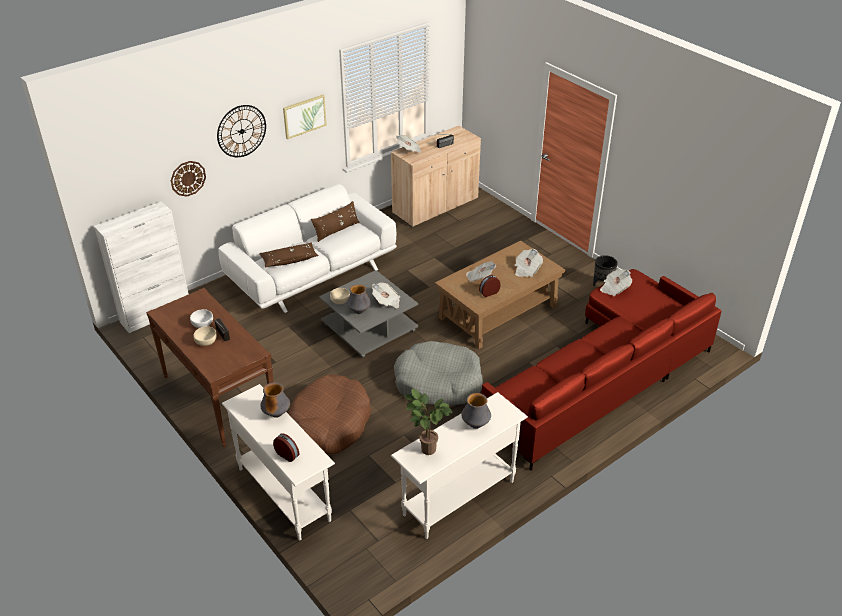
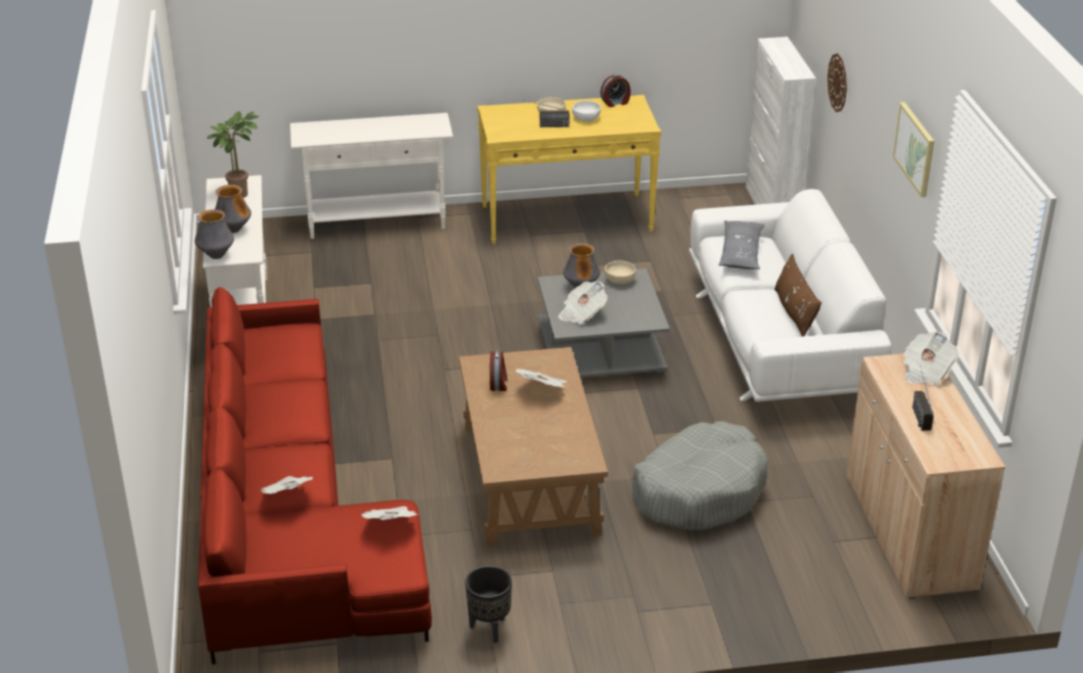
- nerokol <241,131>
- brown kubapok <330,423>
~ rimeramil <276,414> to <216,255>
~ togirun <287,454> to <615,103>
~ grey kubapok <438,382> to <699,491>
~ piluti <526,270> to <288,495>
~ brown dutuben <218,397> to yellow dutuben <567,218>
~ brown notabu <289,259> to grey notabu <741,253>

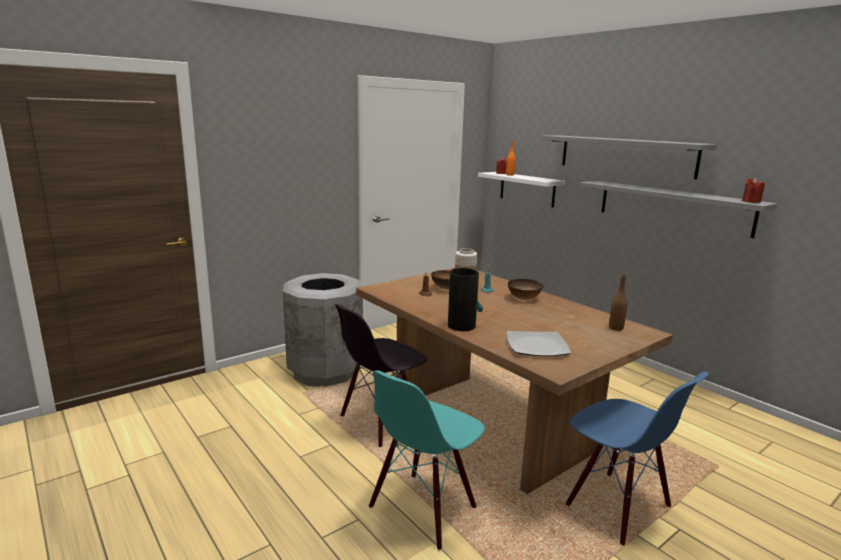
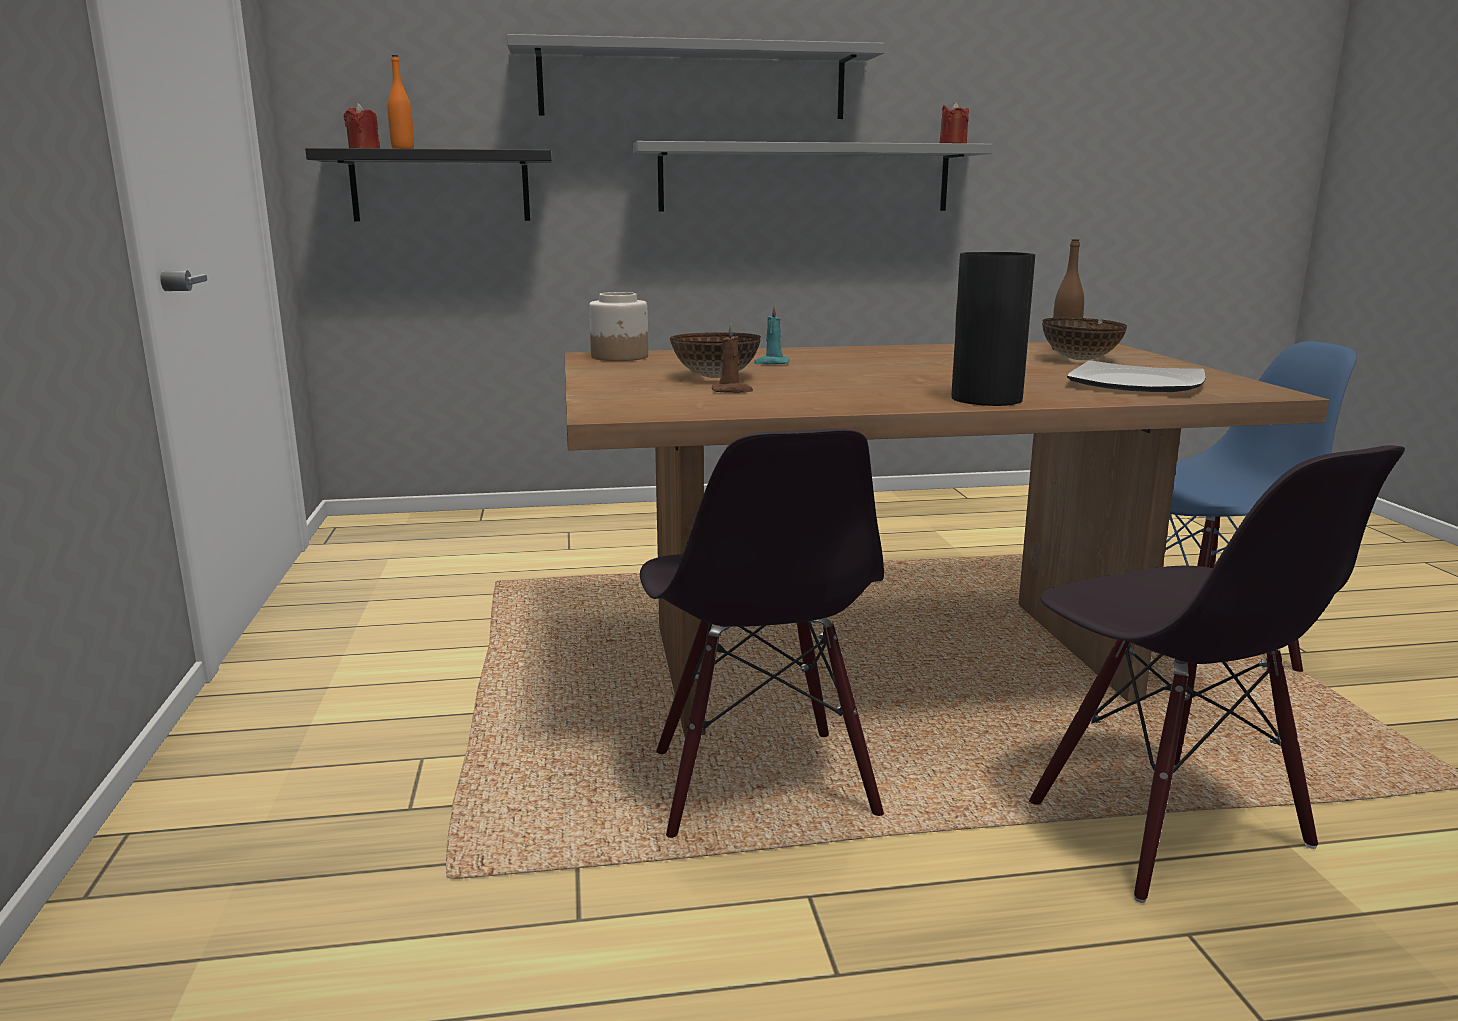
- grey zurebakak <325,372>
~ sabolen <523,299> to <1081,360>
~ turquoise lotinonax <423,509> to black lotinonax <1165,826>
~ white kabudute <527,189> to black kabudute <440,186>

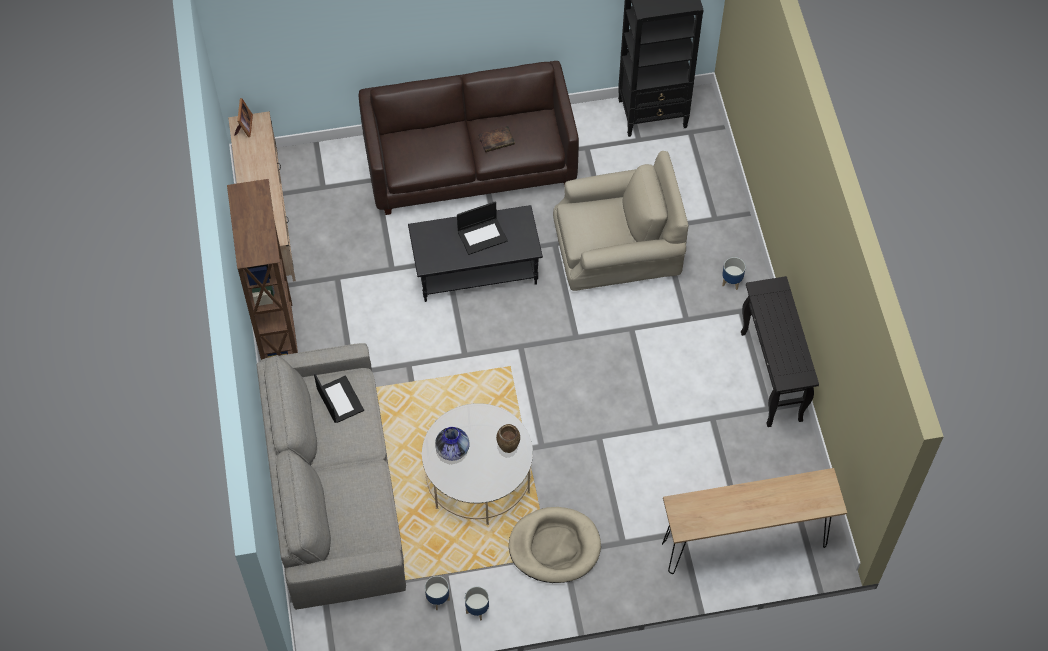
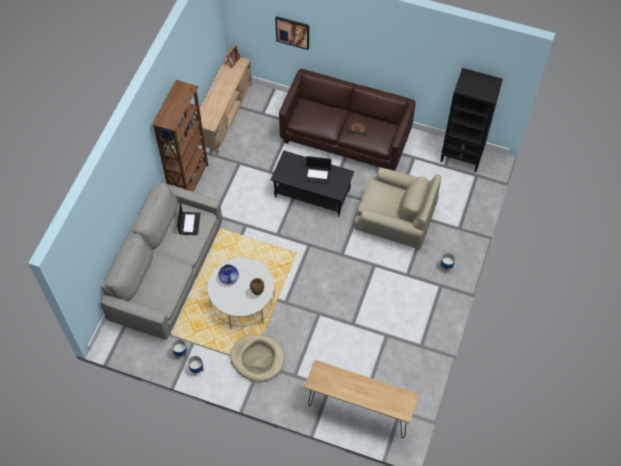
- black dutuben <771,377>
+ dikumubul <292,32>

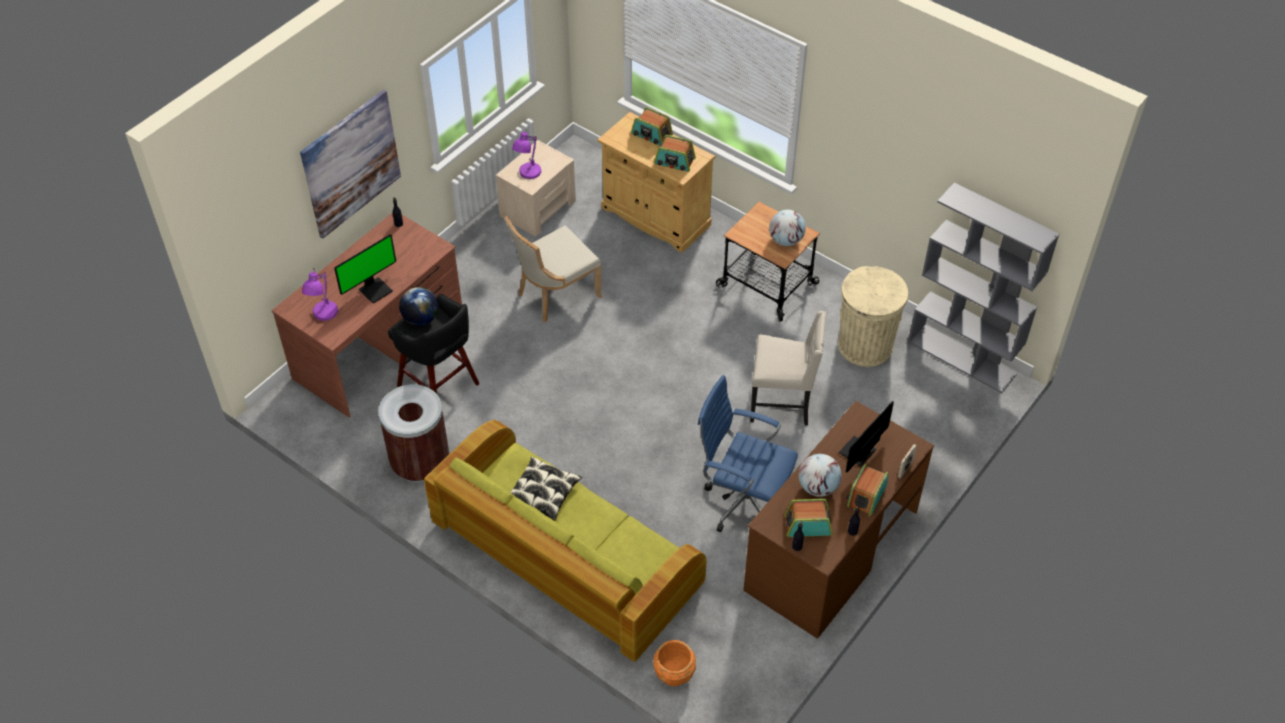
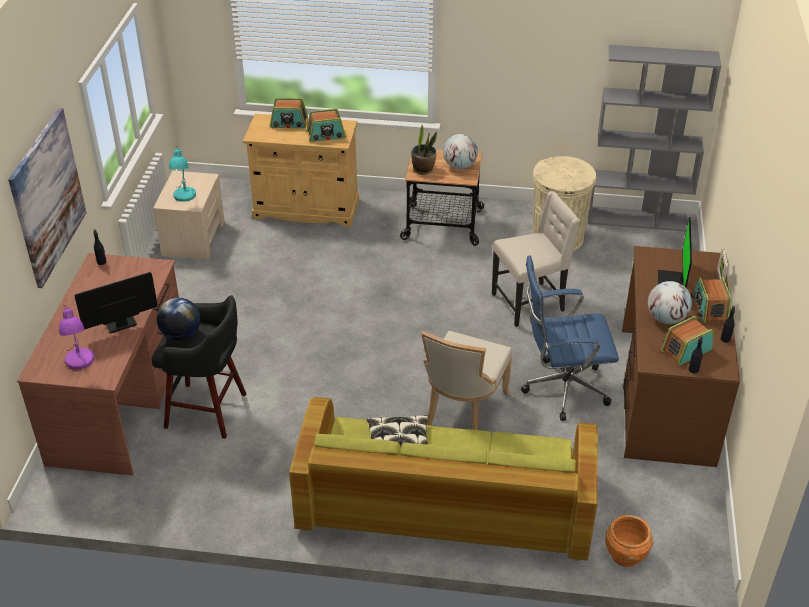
- brown zurebakak <421,463>
+ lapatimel <423,169>
~ beige lotinonax <555,295> to <463,410>
~ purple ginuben <528,173> to turquoise ginuben <184,197>
~ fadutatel <375,289> = <119,322> 135 degrees counterclockwise

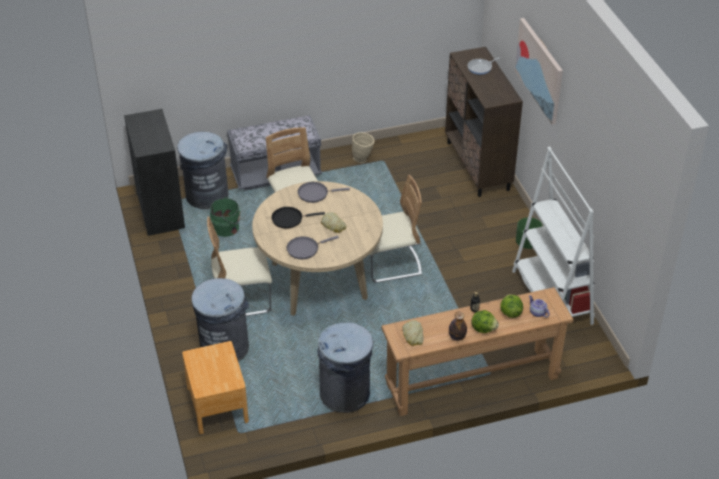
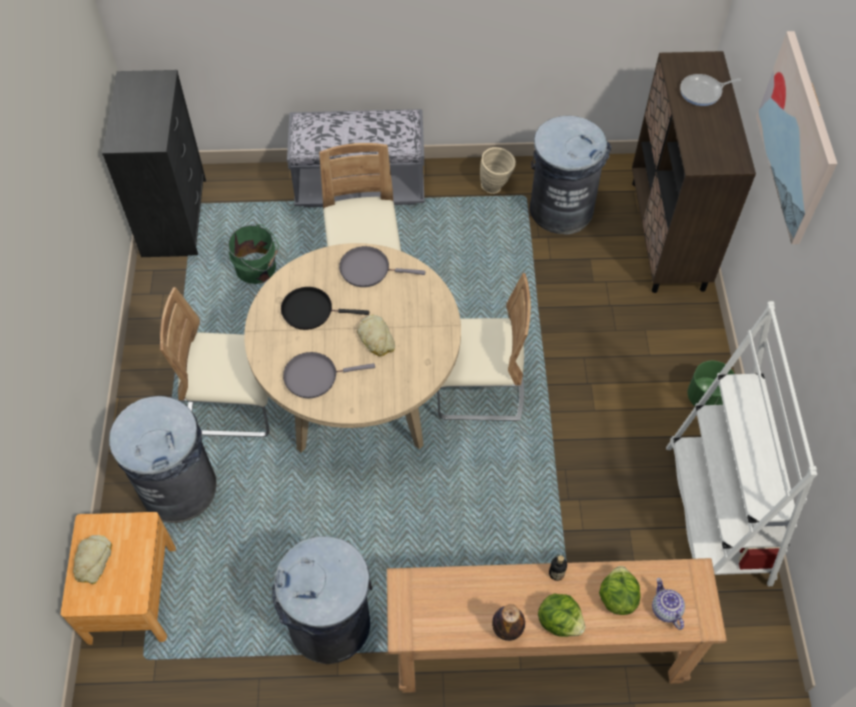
~ grey zurebakak <207,195> to <561,209>
~ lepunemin <413,335> to <92,561>

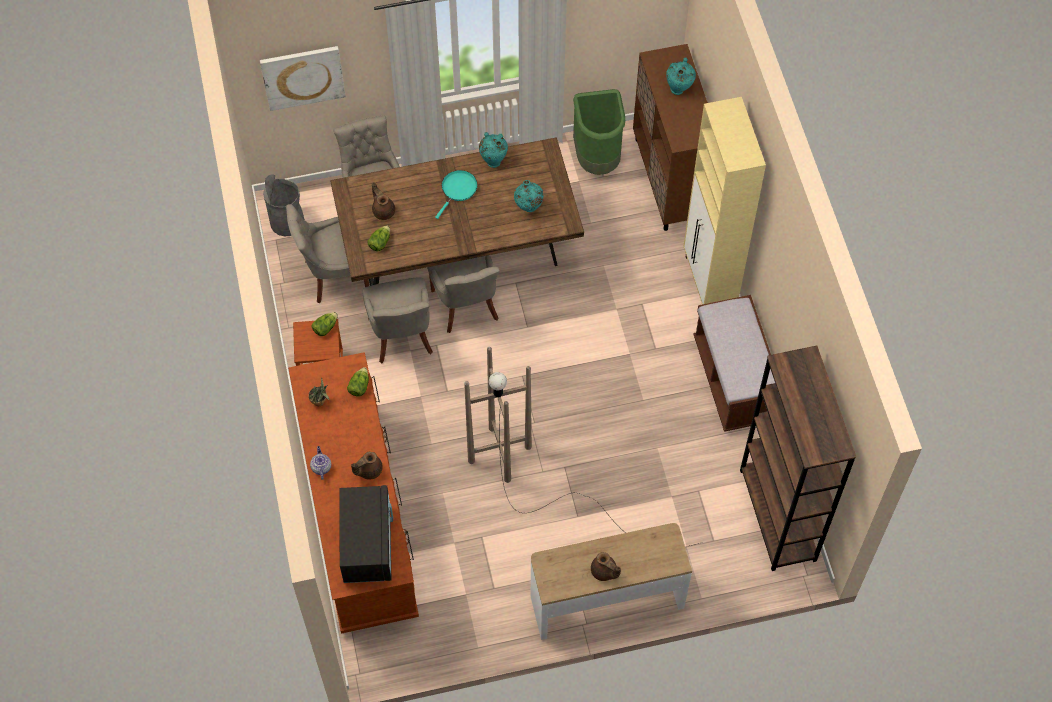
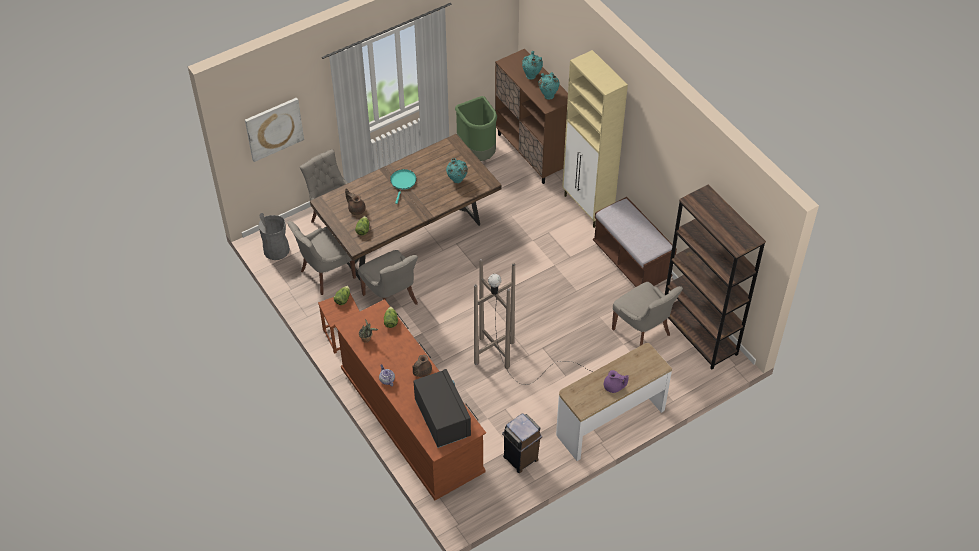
+ brown zurebakak <521,458>
~ grey lotinonax <466,306> to <642,332>
~ turquoise rimeramil <493,161> to <548,95>
~ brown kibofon <604,572> to purple kibofon <613,387>

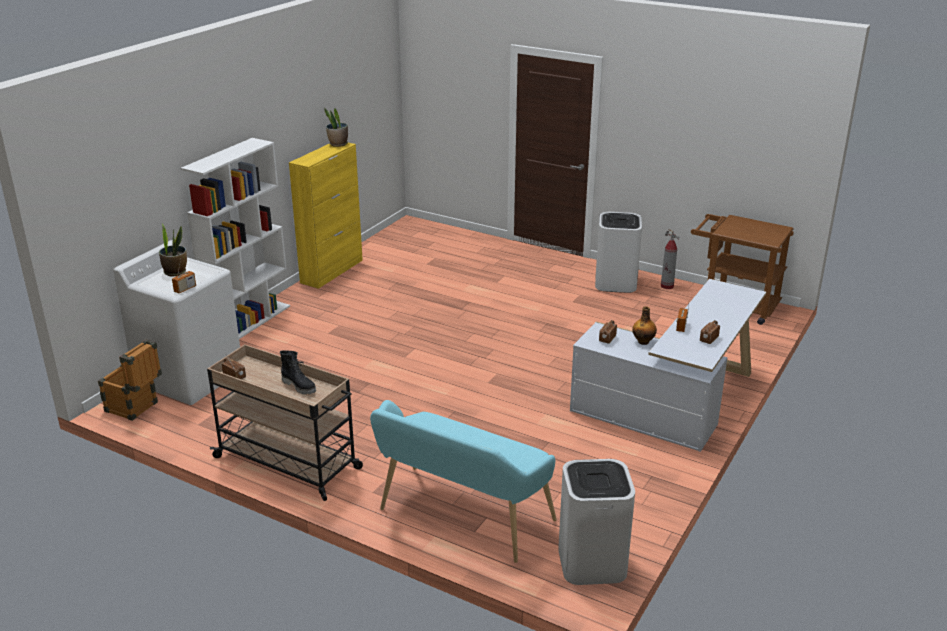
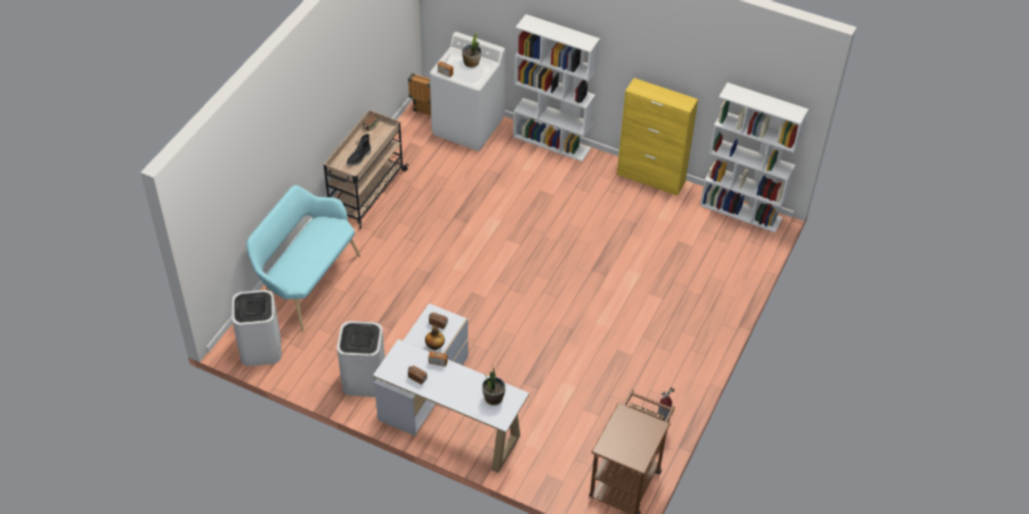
+ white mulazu <741,211>
~ lapatimel <338,144> to <493,398>
~ white zurebakak <615,283> to <364,379>

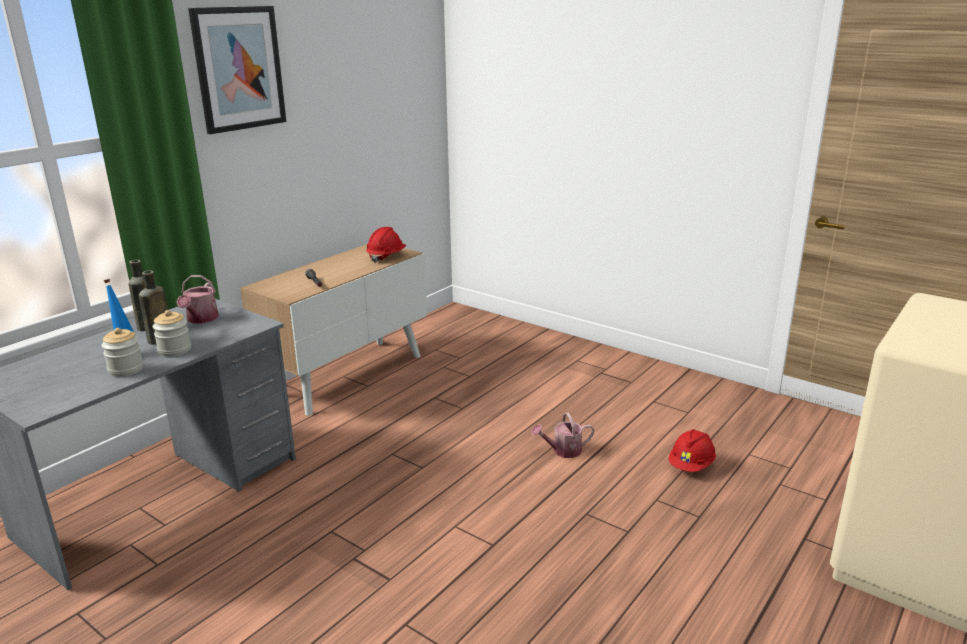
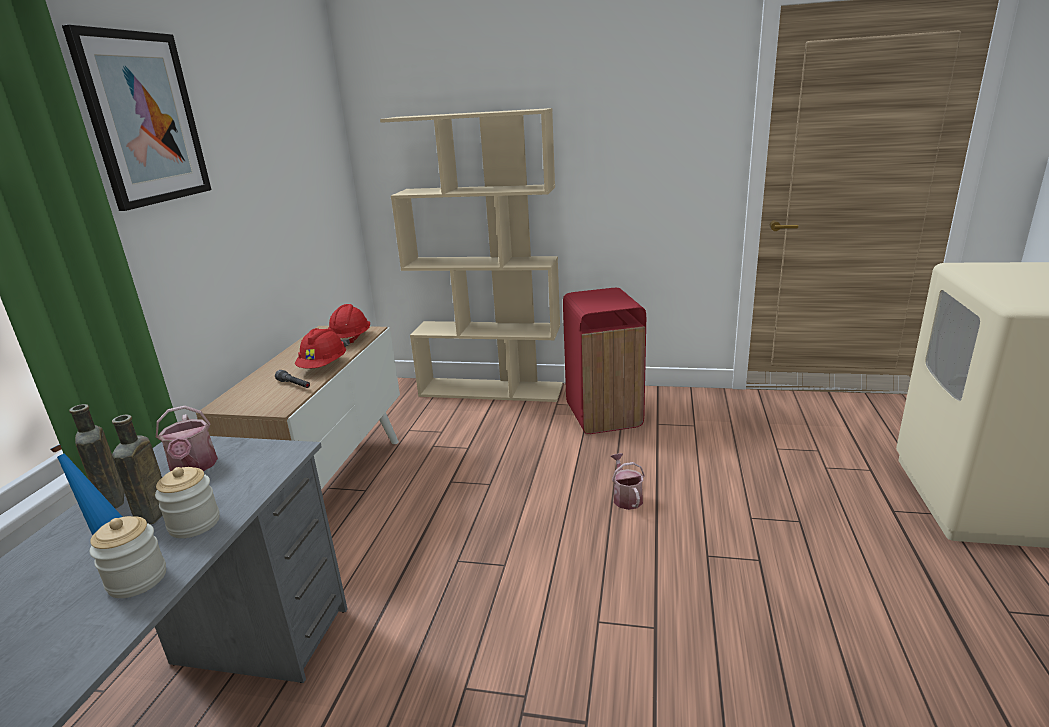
+ beige mulazu <491,390>
+ red zurebakak <604,415>
~ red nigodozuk <691,465> to <323,366>
~ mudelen <563,451> = <626,497> 120 degrees clockwise

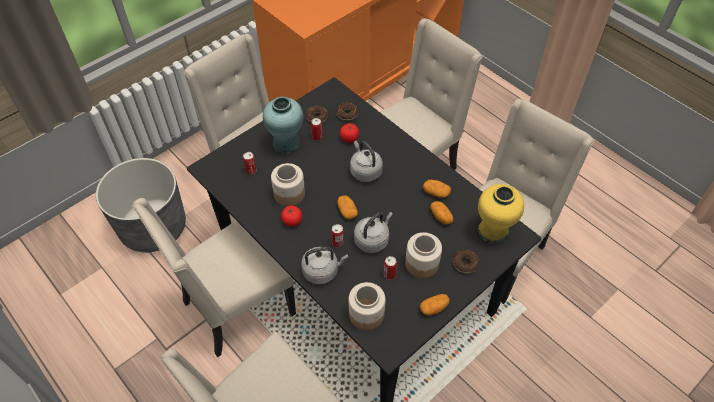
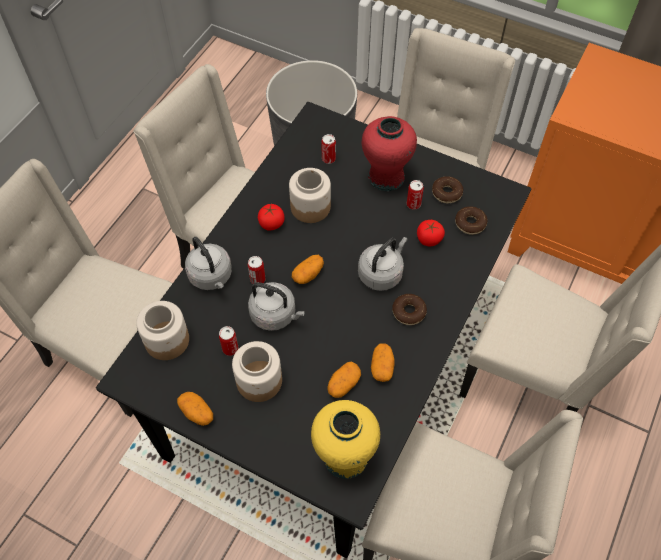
~ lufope <465,263> to <408,312>
~ turquoise rimeramil <286,144> to red rimeramil <386,177>

